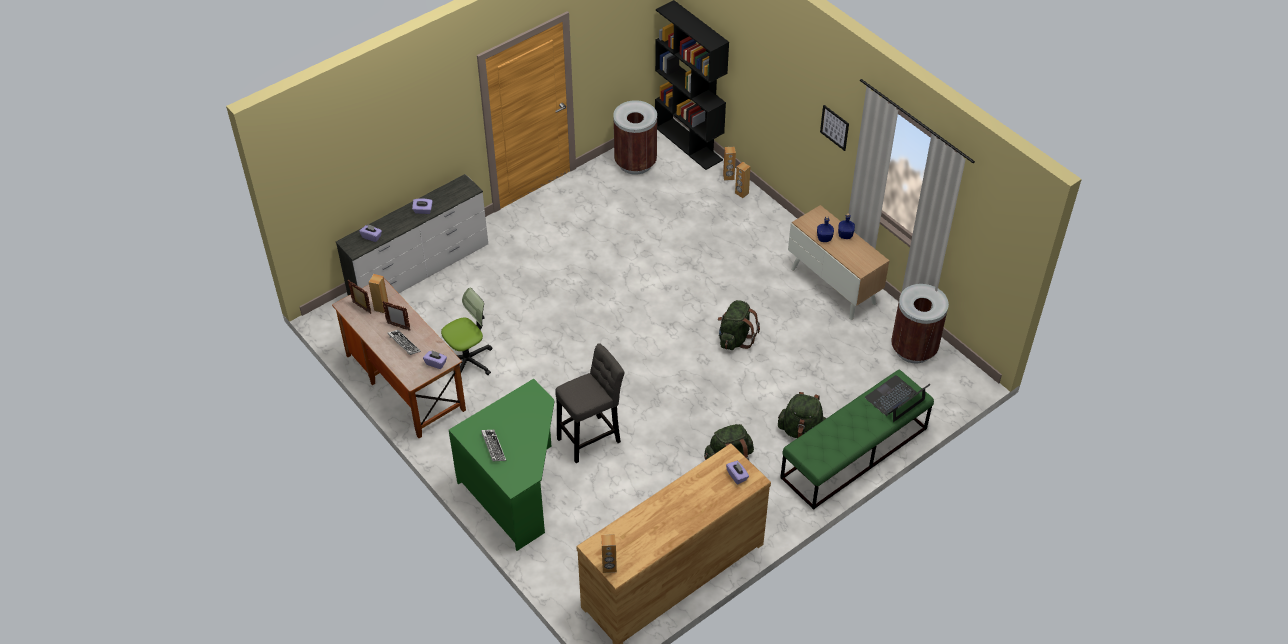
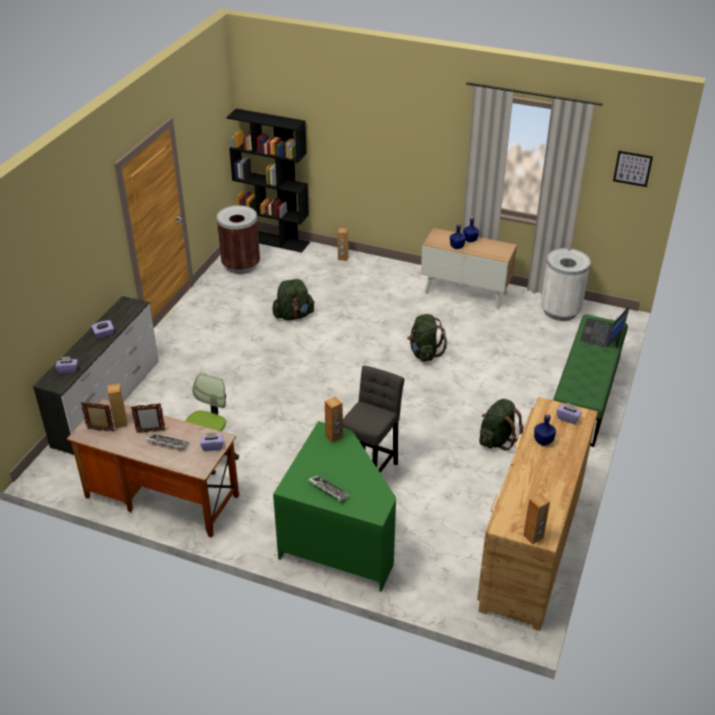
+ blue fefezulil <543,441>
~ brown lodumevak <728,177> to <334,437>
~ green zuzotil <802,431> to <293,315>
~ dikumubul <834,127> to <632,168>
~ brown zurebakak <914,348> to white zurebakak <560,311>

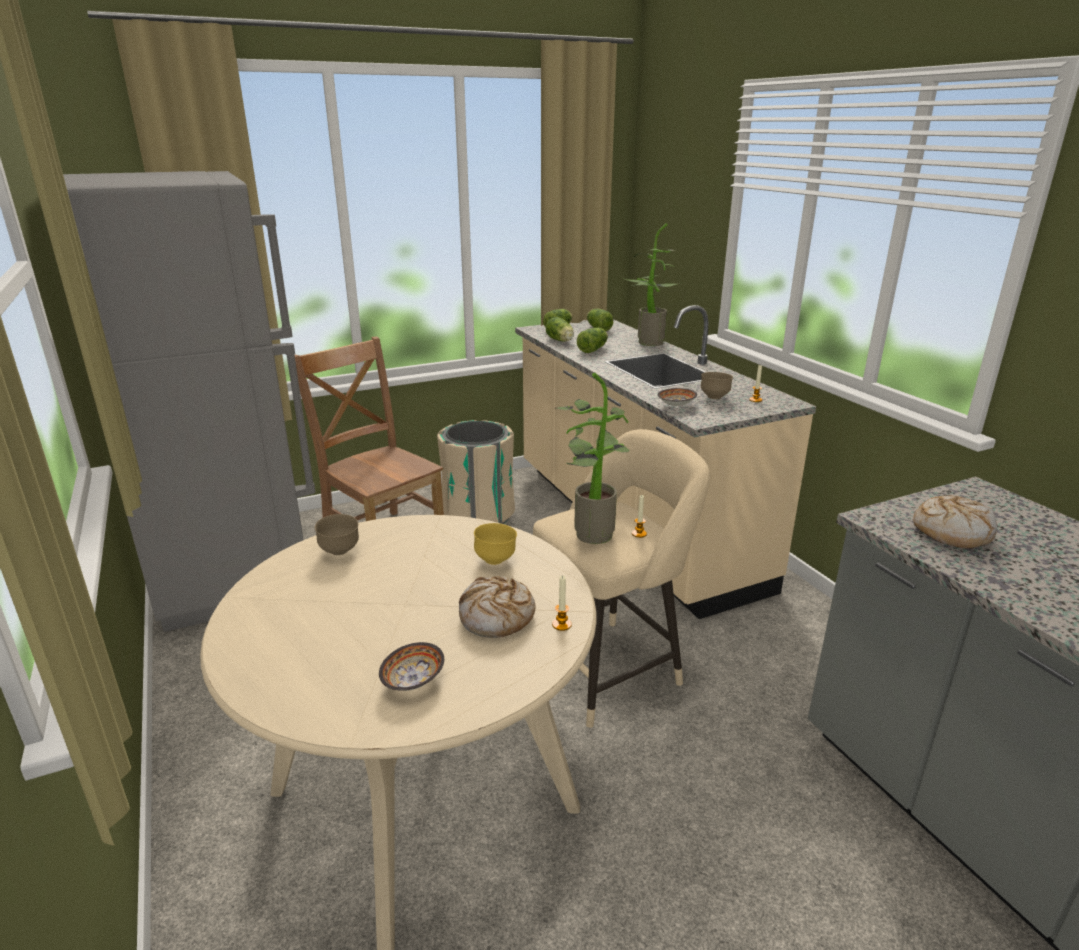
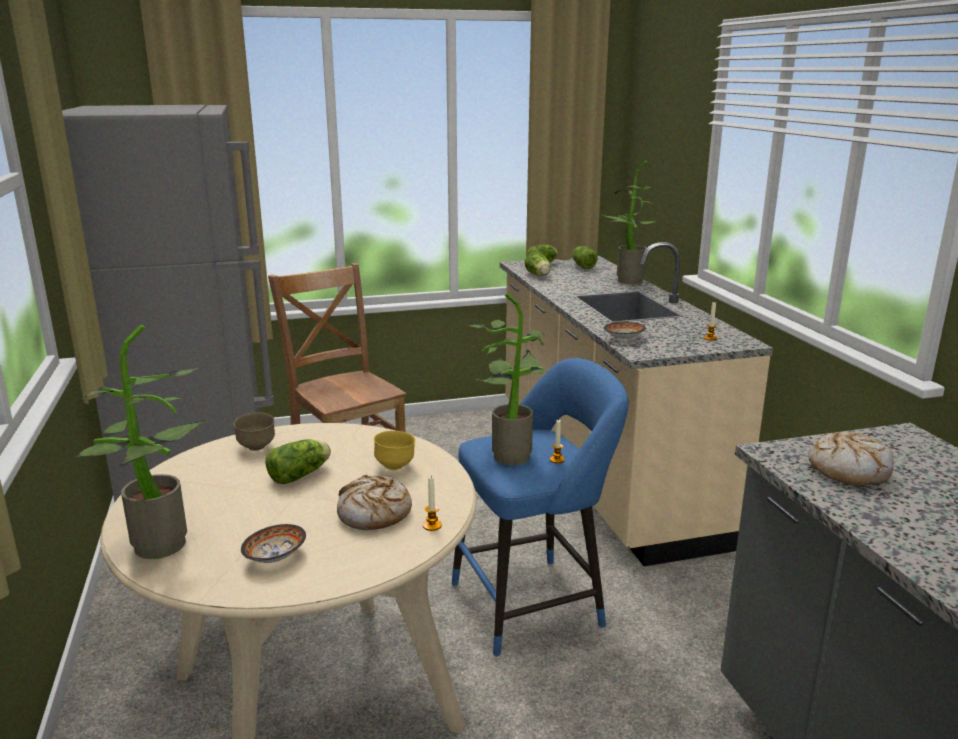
- beige zurebakak <478,514>
- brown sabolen <714,397>
+ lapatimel <157,550>
~ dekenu <593,349> to <301,474>
~ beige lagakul <609,668> to blue lagakul <534,603>

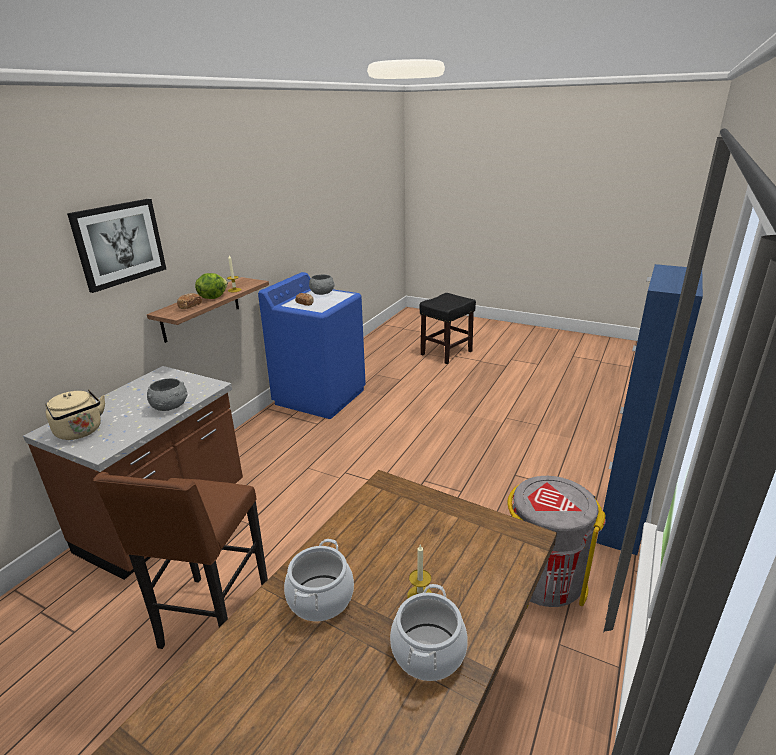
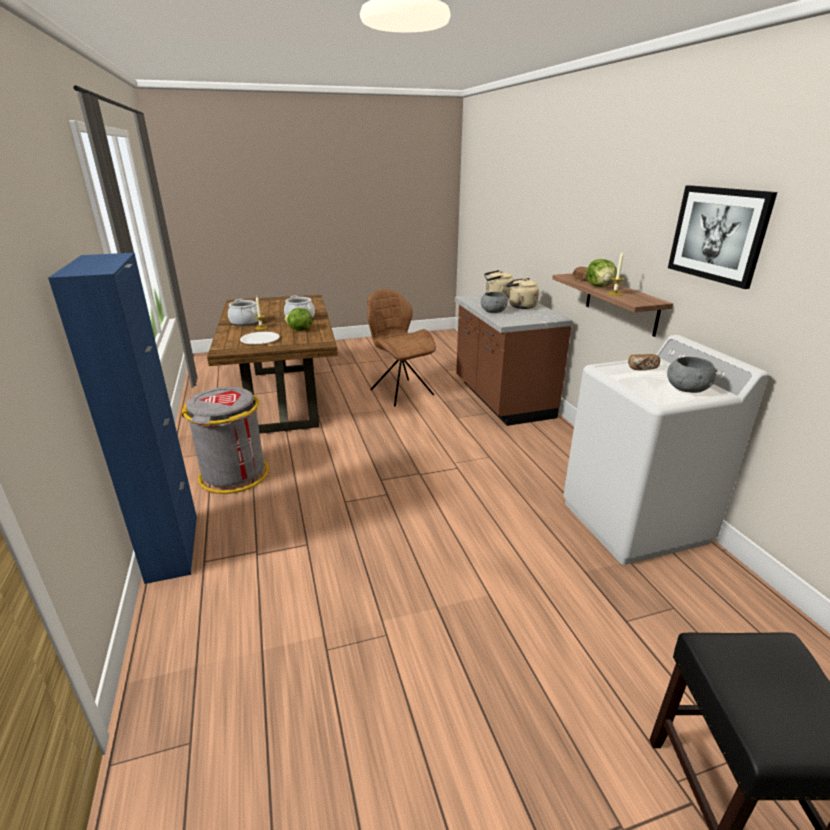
+ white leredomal <260,339>
+ dekenu <299,330>
+ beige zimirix <520,306>
~ dikumubul <119,243> to <718,234>
~ brown lagakul <213,619> to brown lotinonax <400,391>
~ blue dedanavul <320,396> to white dedanavul <634,522>

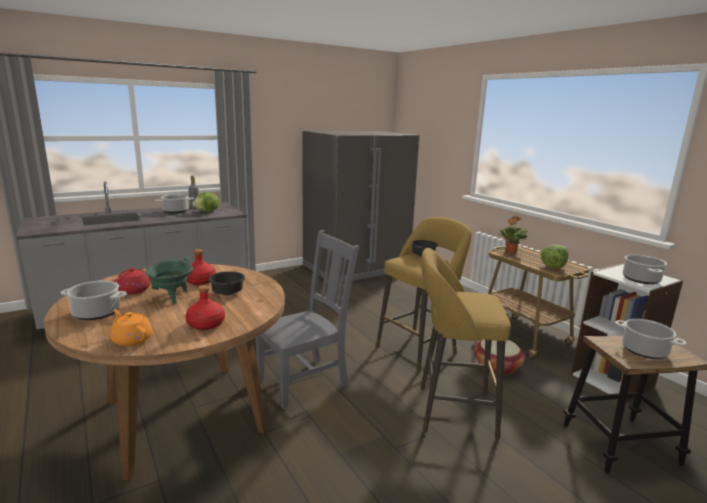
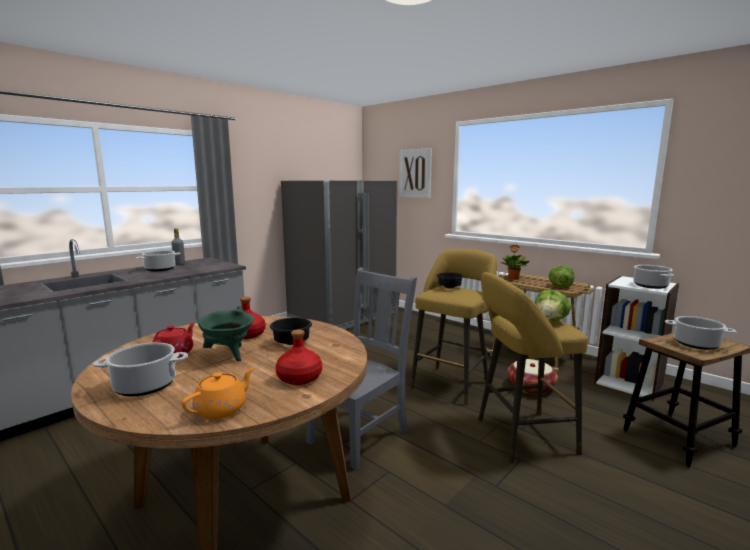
+ dikumubul <415,173>
~ dekenu <207,212> to <550,320>
~ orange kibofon <131,339> = <222,409> 105 degrees clockwise

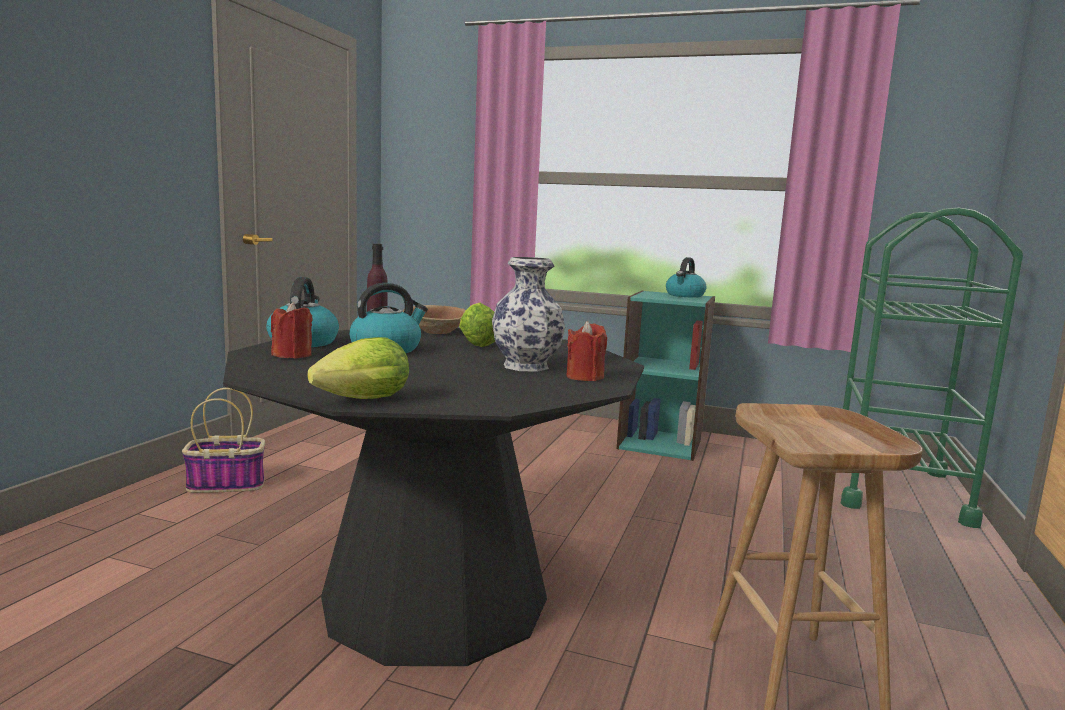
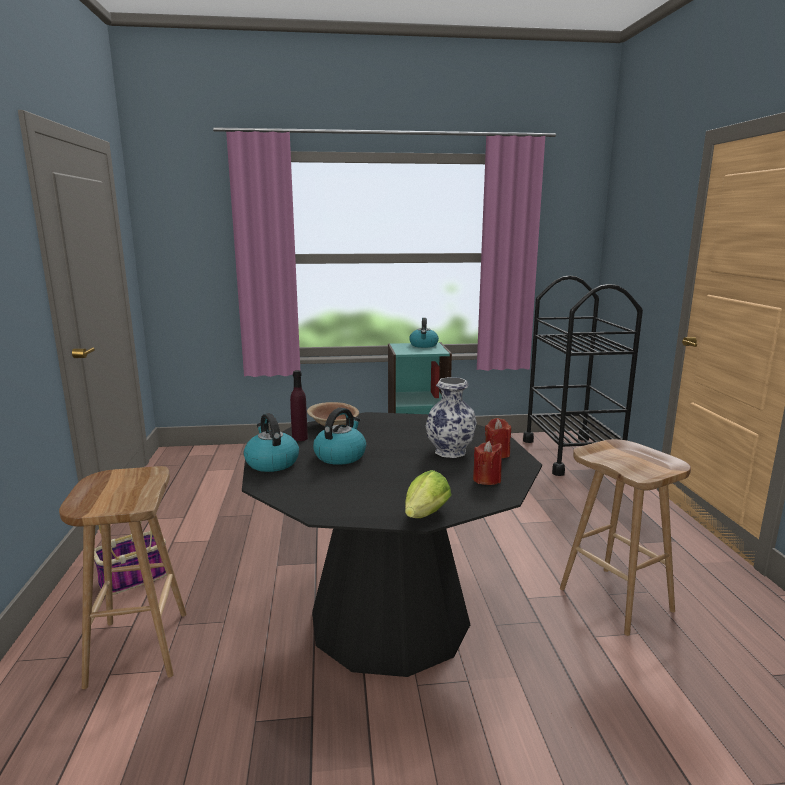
- dekenu <477,344>
+ brown lagakul <137,647>
~ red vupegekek <292,355> to <487,479>
~ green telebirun <897,489> to black telebirun <572,455>

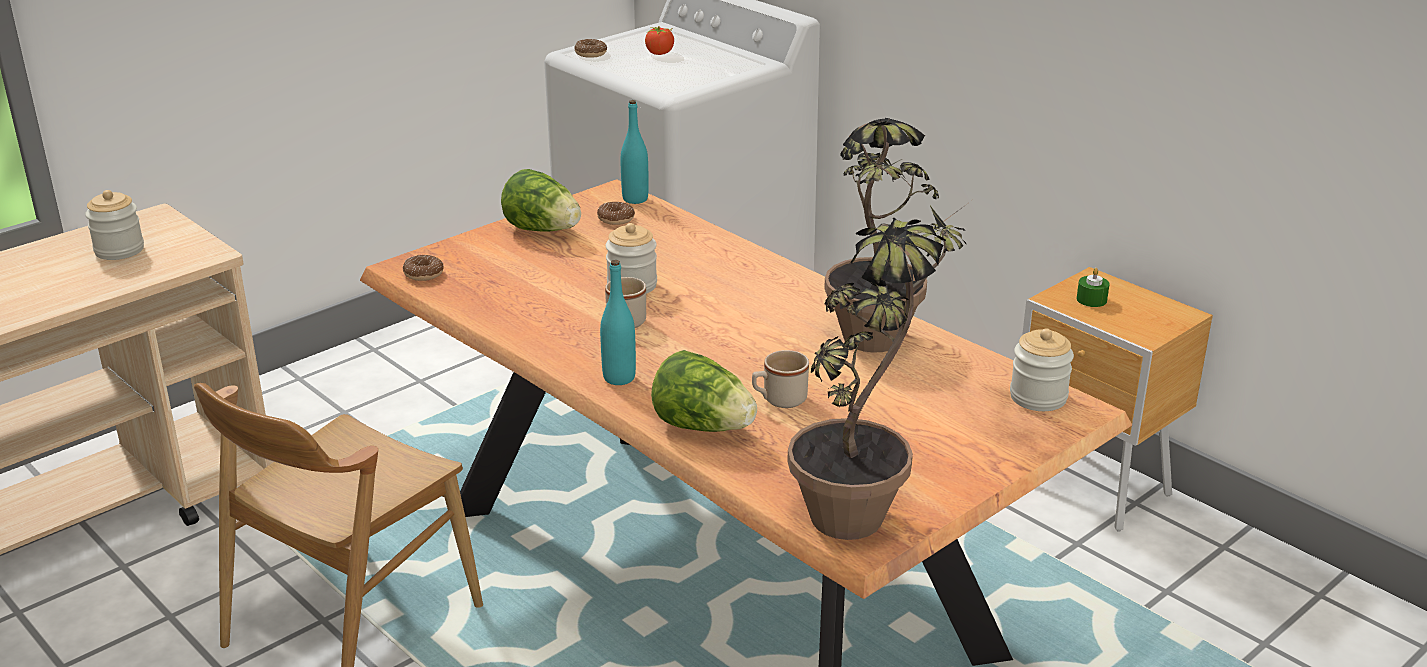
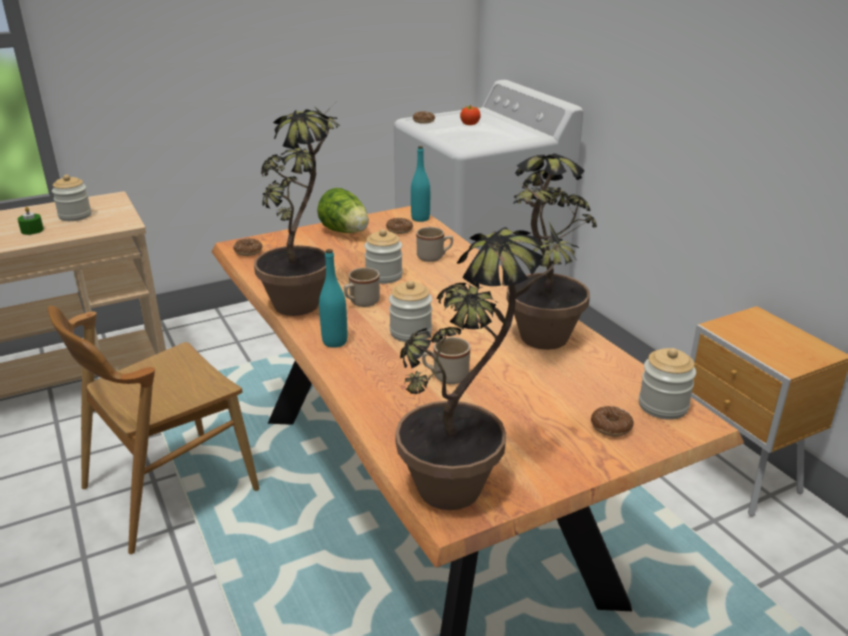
- dekenu <703,426>
+ lapatimel <305,298>
+ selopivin <410,332>
+ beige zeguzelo <434,257>
+ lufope <611,427>
~ green vupegekek <1091,300> to <32,230>

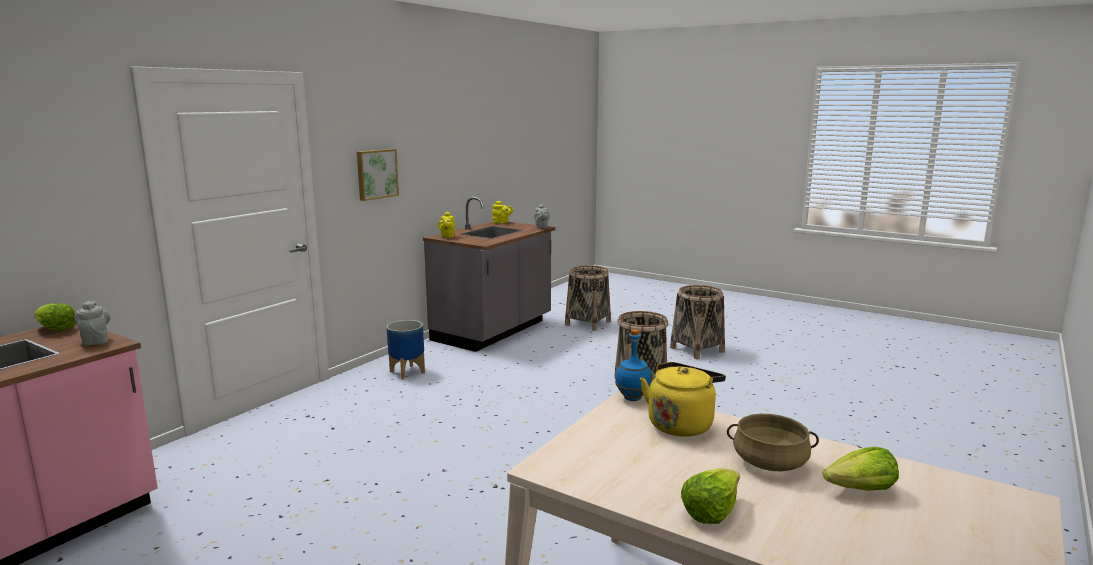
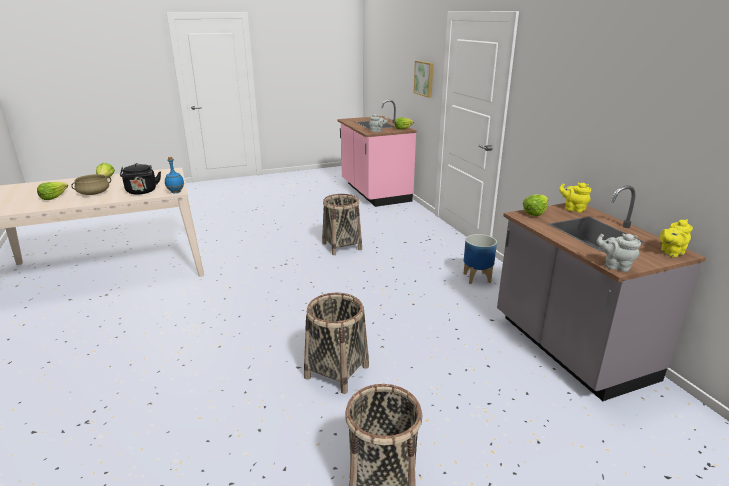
+ dekenu <535,212>
~ dikumubul <376,174> to <424,78>
~ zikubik <588,323> to <341,246>
~ yellow zimirix <681,424> to black zimirix <142,192>

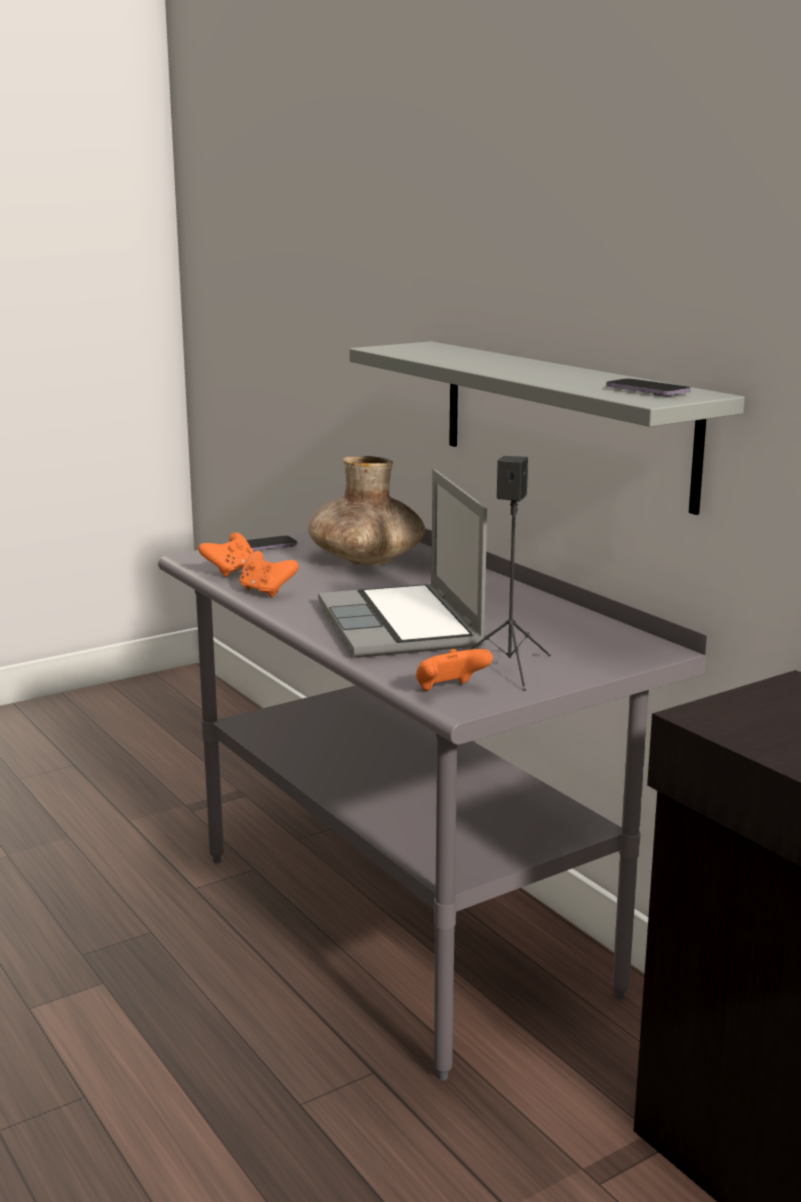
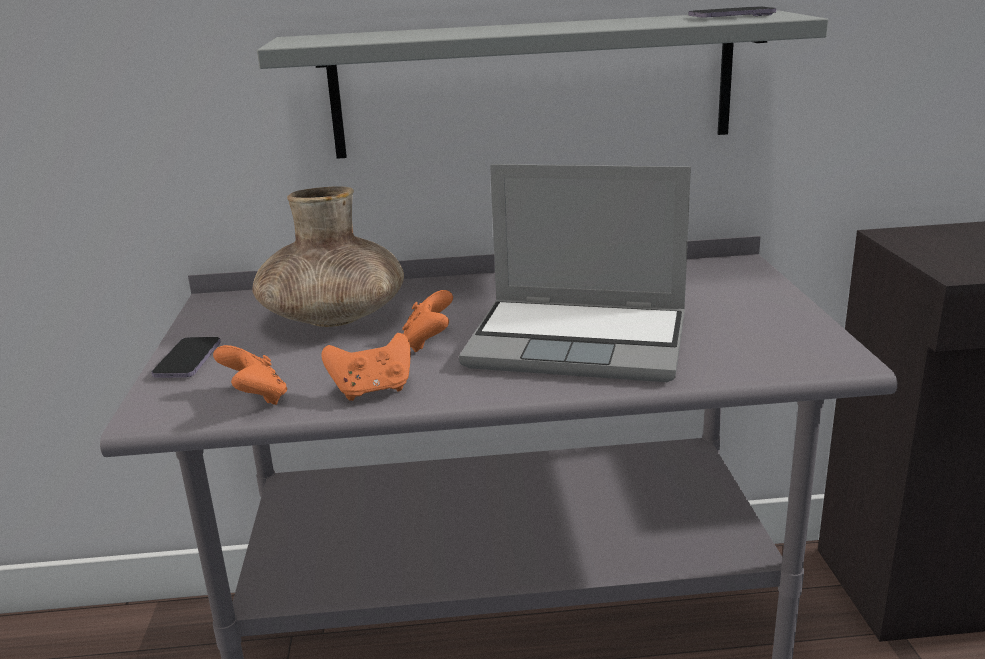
- black lodumevak <509,668>
~ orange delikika <449,691> to <428,343>

